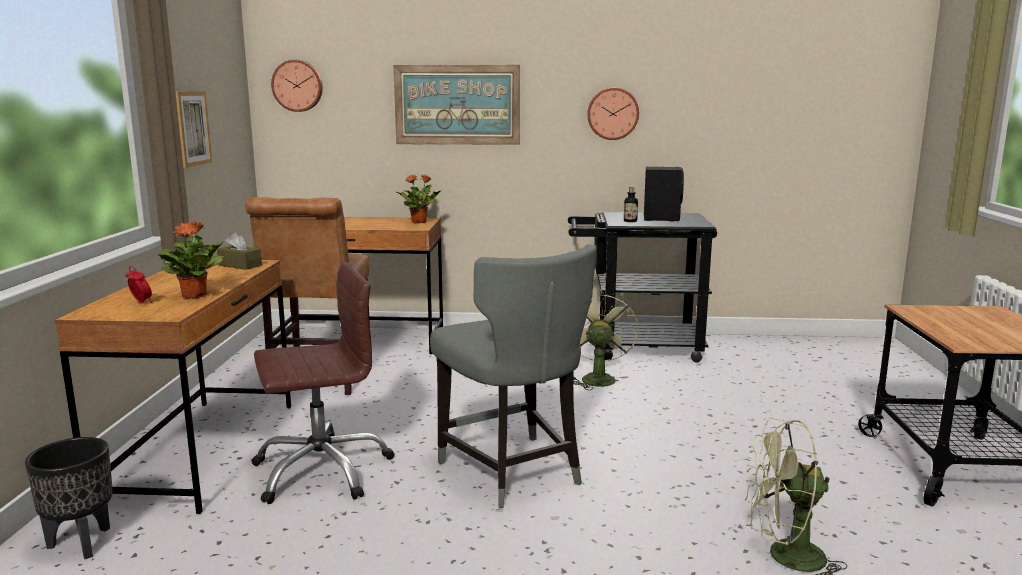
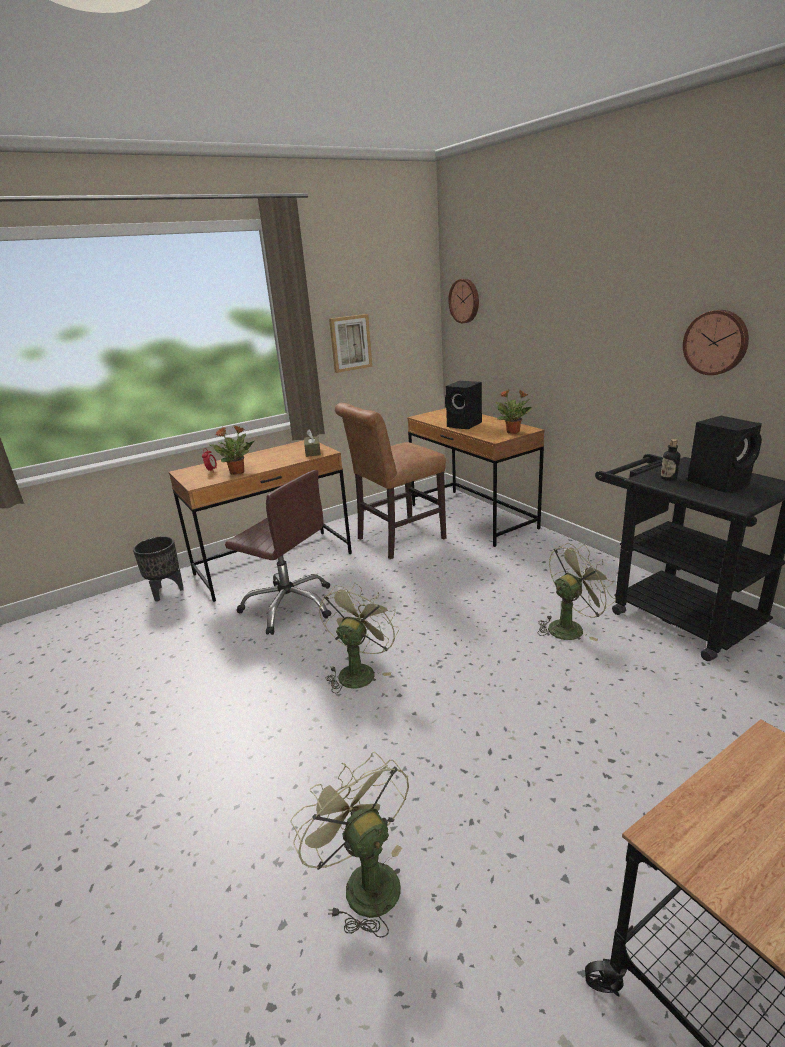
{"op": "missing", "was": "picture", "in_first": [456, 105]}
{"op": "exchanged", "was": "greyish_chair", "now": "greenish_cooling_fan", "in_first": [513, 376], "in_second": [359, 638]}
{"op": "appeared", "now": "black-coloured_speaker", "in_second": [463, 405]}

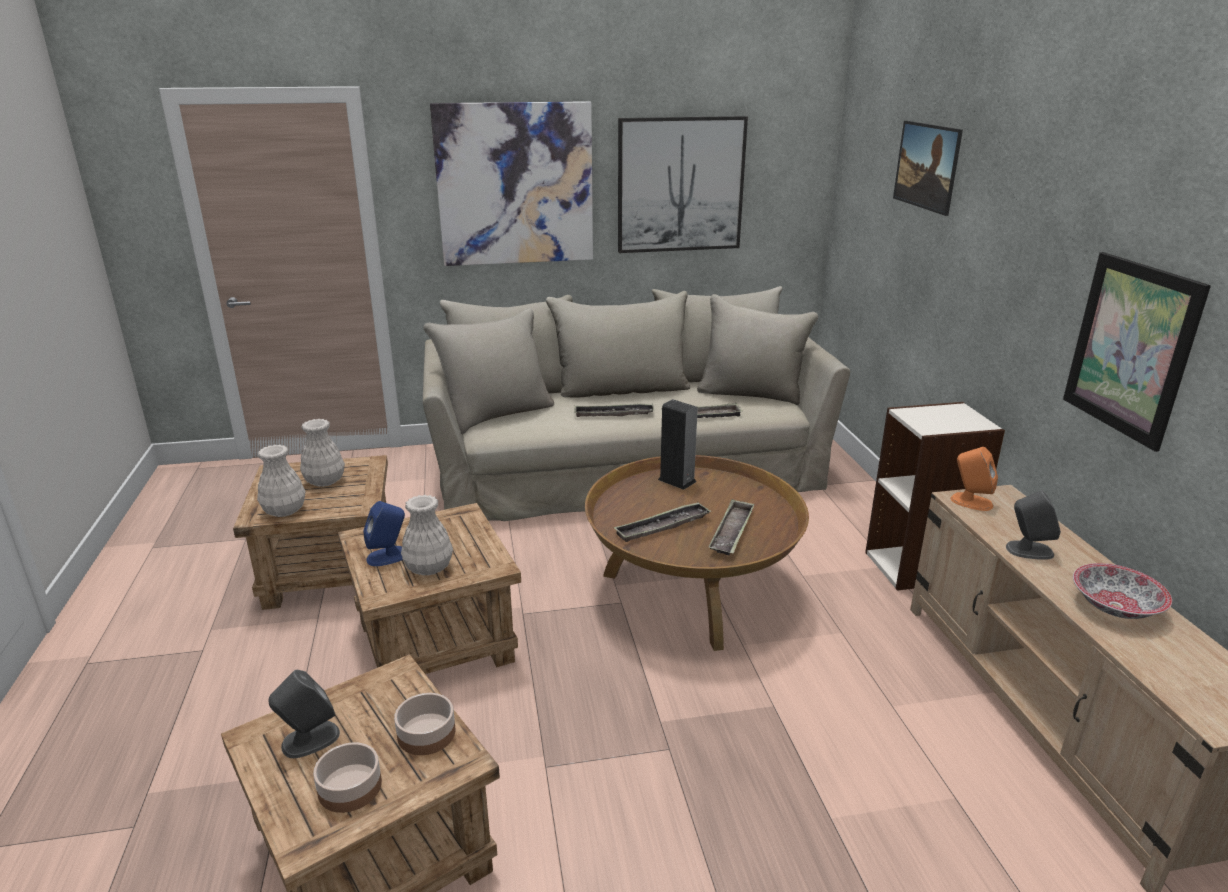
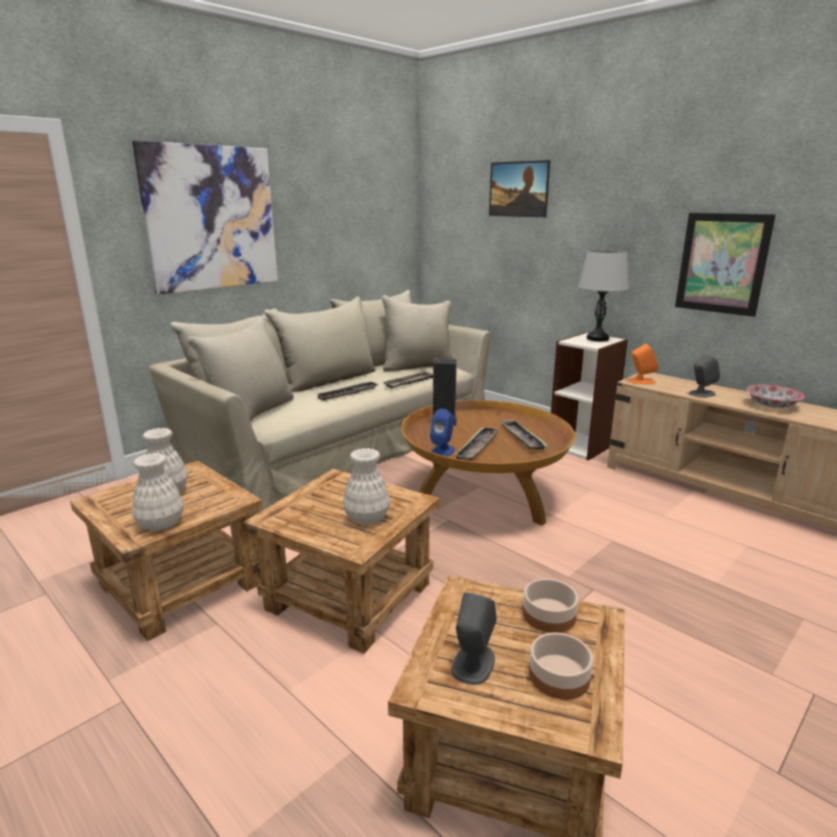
{"op": "relocated", "was": "blue-coloured_speaker", "in_first": [384, 533], "in_second": [442, 433]}
{"op": "missing", "was": "picture", "in_first": [683, 184]}
{"op": "appeared", "now": "greyish_table_lamp", "in_second": [603, 295]}

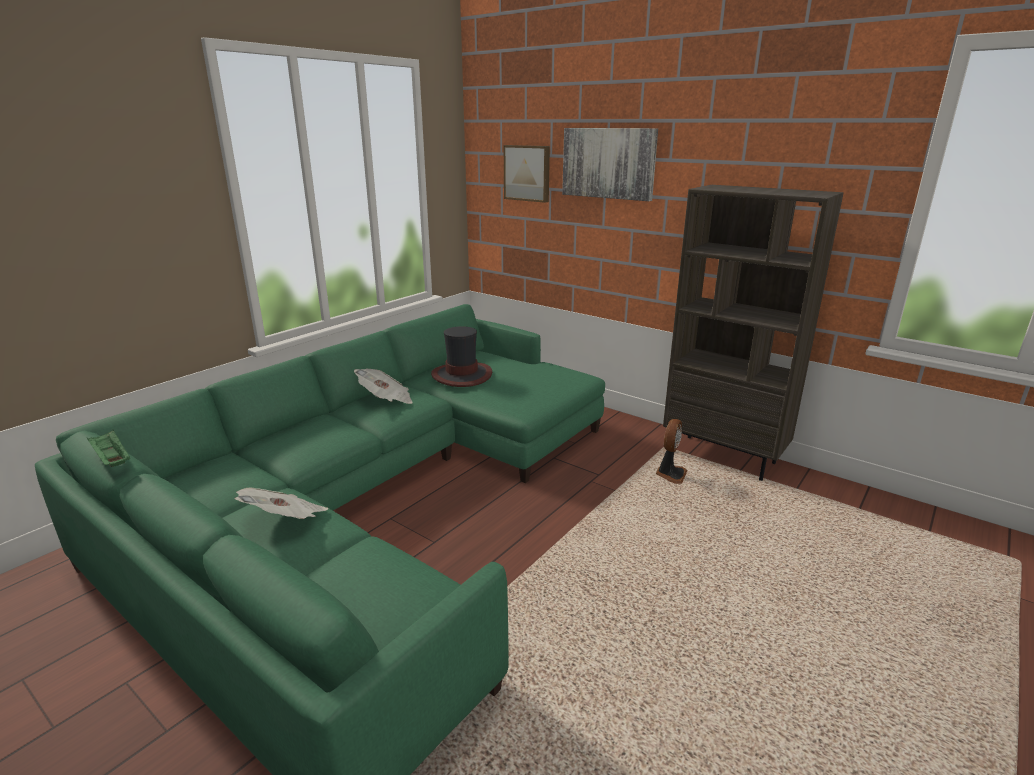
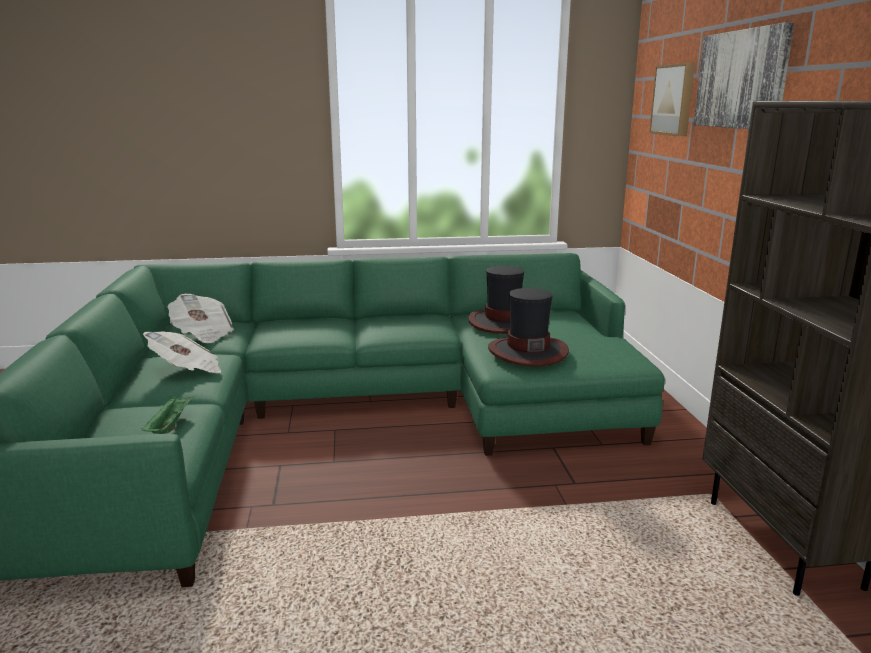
{"op": "relocated", "was": "greenish_serving_tray", "in_first": [108, 448], "in_second": [167, 415]}
{"op": "relocated", "was": "printed_paper", "in_first": [383, 386], "in_second": [200, 318]}
{"op": "missing", "was": "cooling_fan", "in_first": [671, 451]}
{"op": "appeared", "now": "wearable_hat", "in_second": [528, 327]}

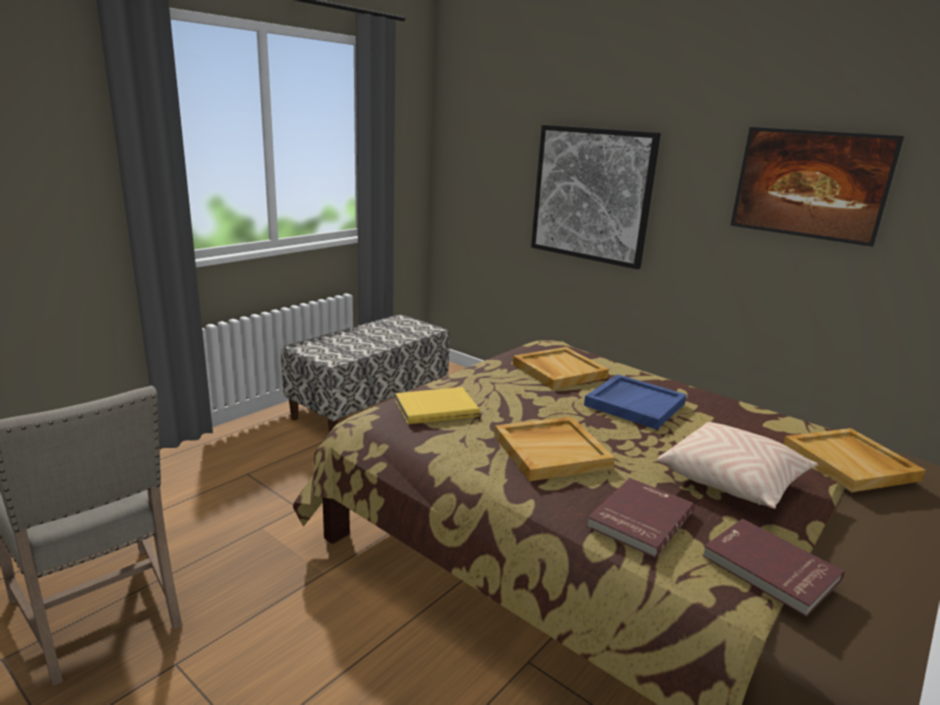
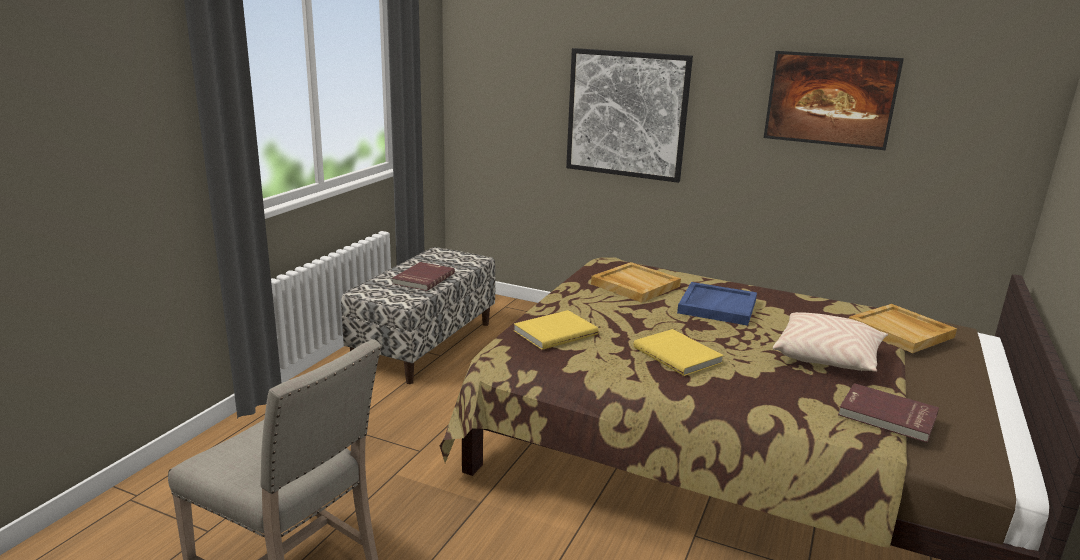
{"op": "exchanged", "was": "beige-coloured_serving_tray", "now": "yellow_book", "in_first": [554, 449], "in_second": [678, 352]}
{"op": "relocated", "was": "red_book", "in_first": [641, 518], "in_second": [423, 276]}

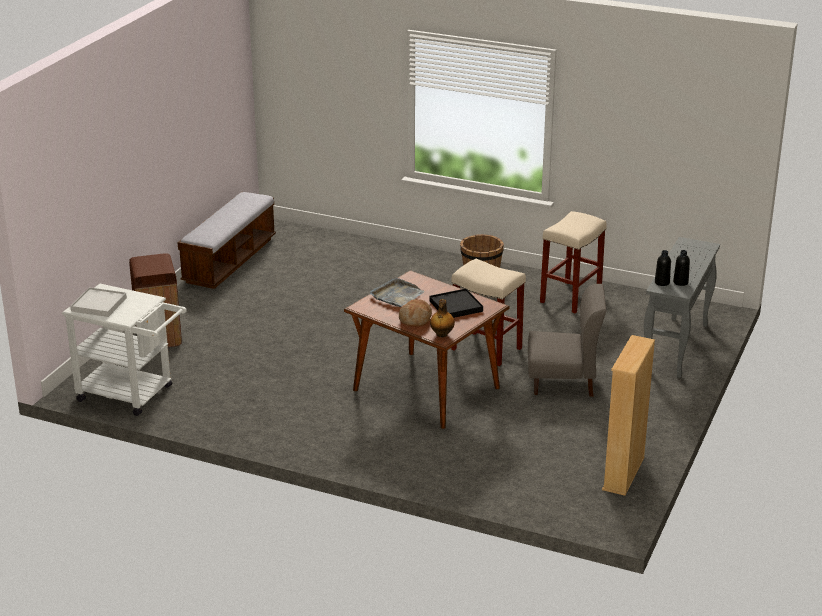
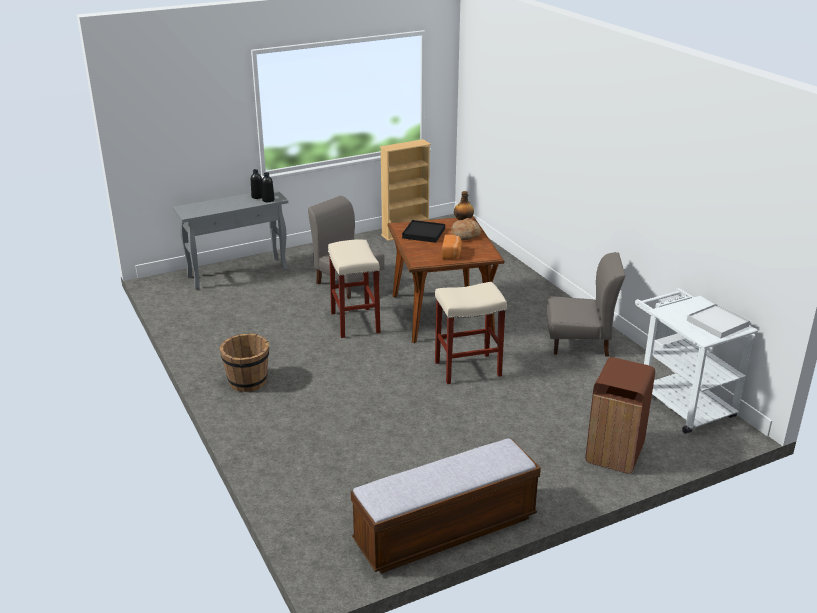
{"op": "exchanged", "was": "greyish_serving_tray", "now": "bread", "in_first": [397, 292], "in_second": [452, 247]}
{"op": "relocated", "was": "beige-coloured_sitting_stool", "in_first": [573, 262], "in_second": [471, 333]}
{"op": "appeared", "now": "greyish_chair", "in_second": [586, 304]}

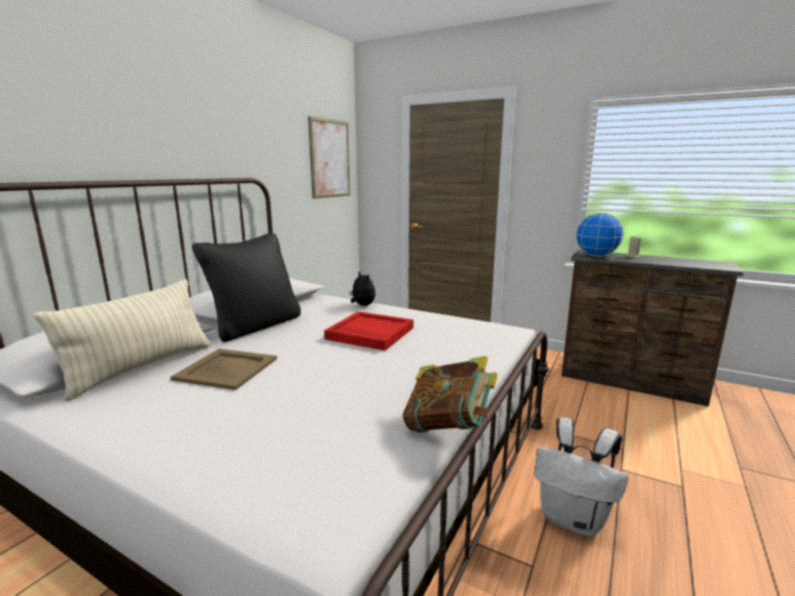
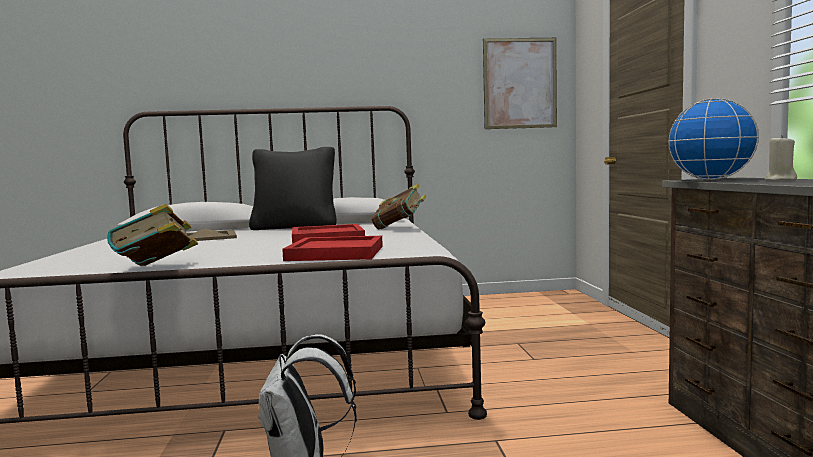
{"op": "missing", "was": "beige-coloured_throw_pillow", "in_first": [122, 340]}
{"op": "exchanged", "was": "plush_toy", "now": "book", "in_first": [362, 288], "in_second": [398, 207]}
{"op": "appeared", "now": "red_serving_tray", "in_second": [332, 248]}

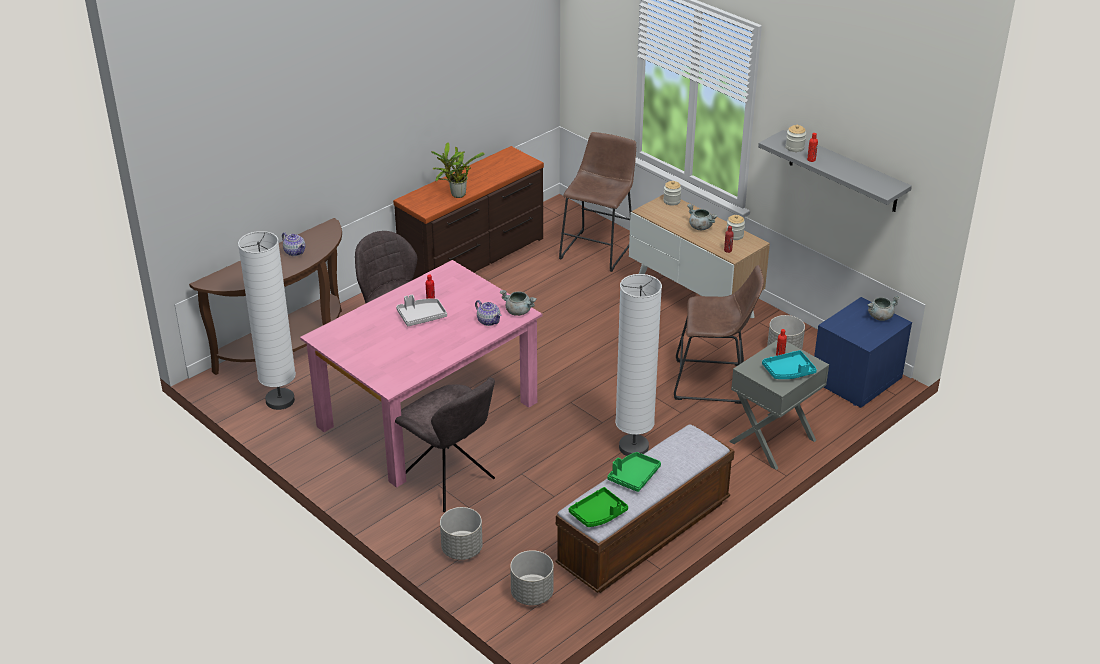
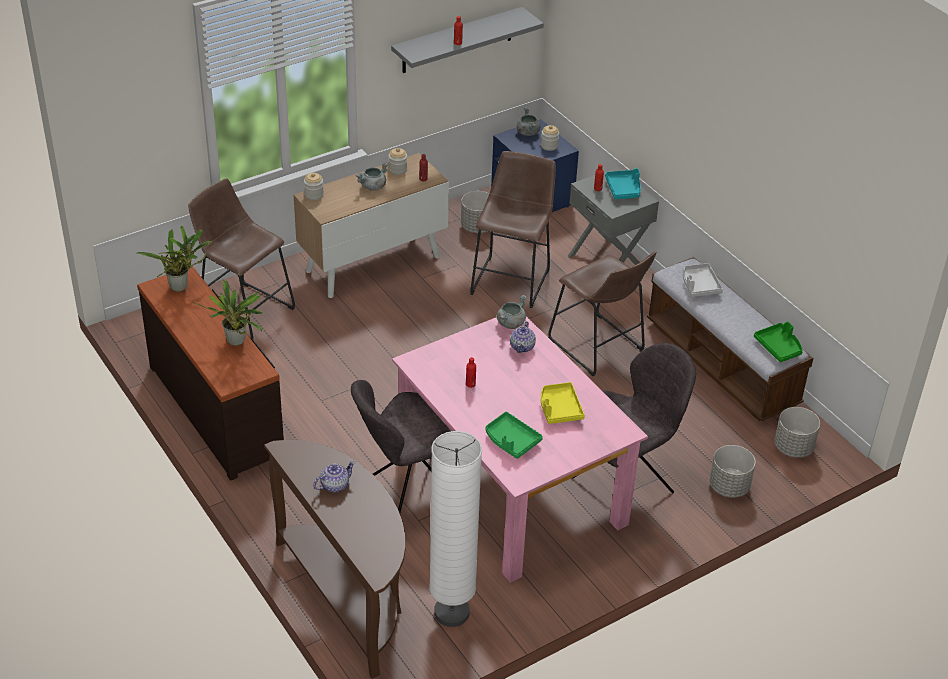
{"op": "relocated", "was": "greyish_serving_tray", "in_first": [421, 310], "in_second": [703, 280]}
{"op": "spun", "was": "tea_pot", "in_first": [488, 313], "in_second": [523, 337], "clockwise": 135}
{"op": "relocated", "was": "greenish_serving_tray", "in_first": [634, 472], "in_second": [514, 435]}
{"op": "exchanged", "was": "white-coloured_floor_lamp", "now": "brown-coloured_sitting_stool", "in_first": [638, 365], "in_second": [602, 313]}
{"op": "relocated", "was": "preserve_jar", "in_first": [796, 138], "in_second": [550, 138]}
{"op": "appeared", "now": "houseplant", "in_second": [174, 259]}
{"op": "appeared", "now": "yellow_serving_tray", "in_second": [563, 403]}

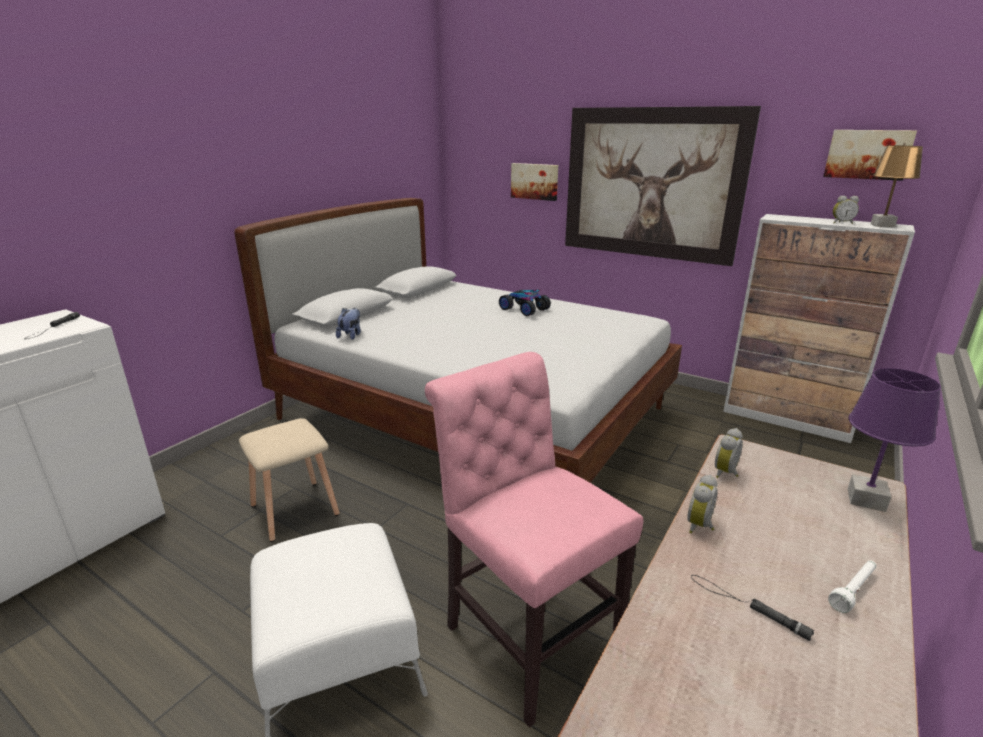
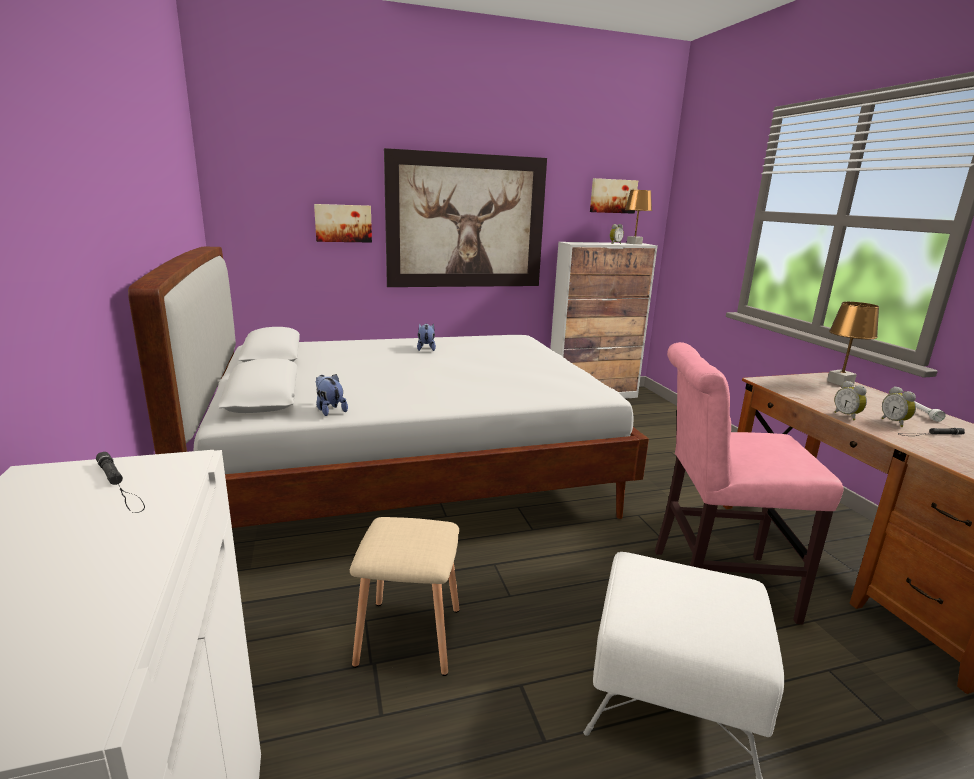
{"op": "exchanged", "was": "miniature_car", "now": "plush_toy", "in_first": [525, 303], "in_second": [426, 337]}
{"op": "relocated", "was": "table_clock", "in_first": [729, 453], "in_second": [899, 406]}
{"op": "colour", "was": "purple-coloured_table_lamp", "now": "brown-coloured_table_lamp", "in_first": [894, 440], "in_second": [853, 343]}

